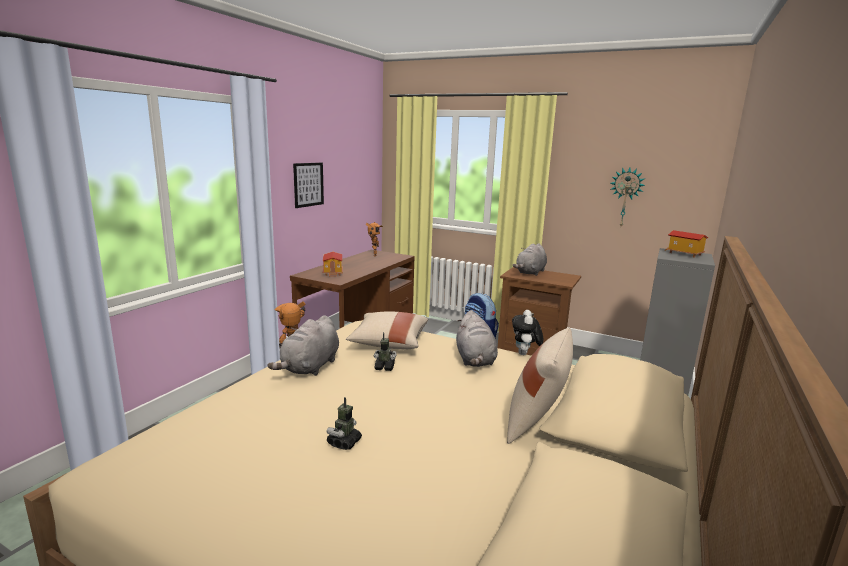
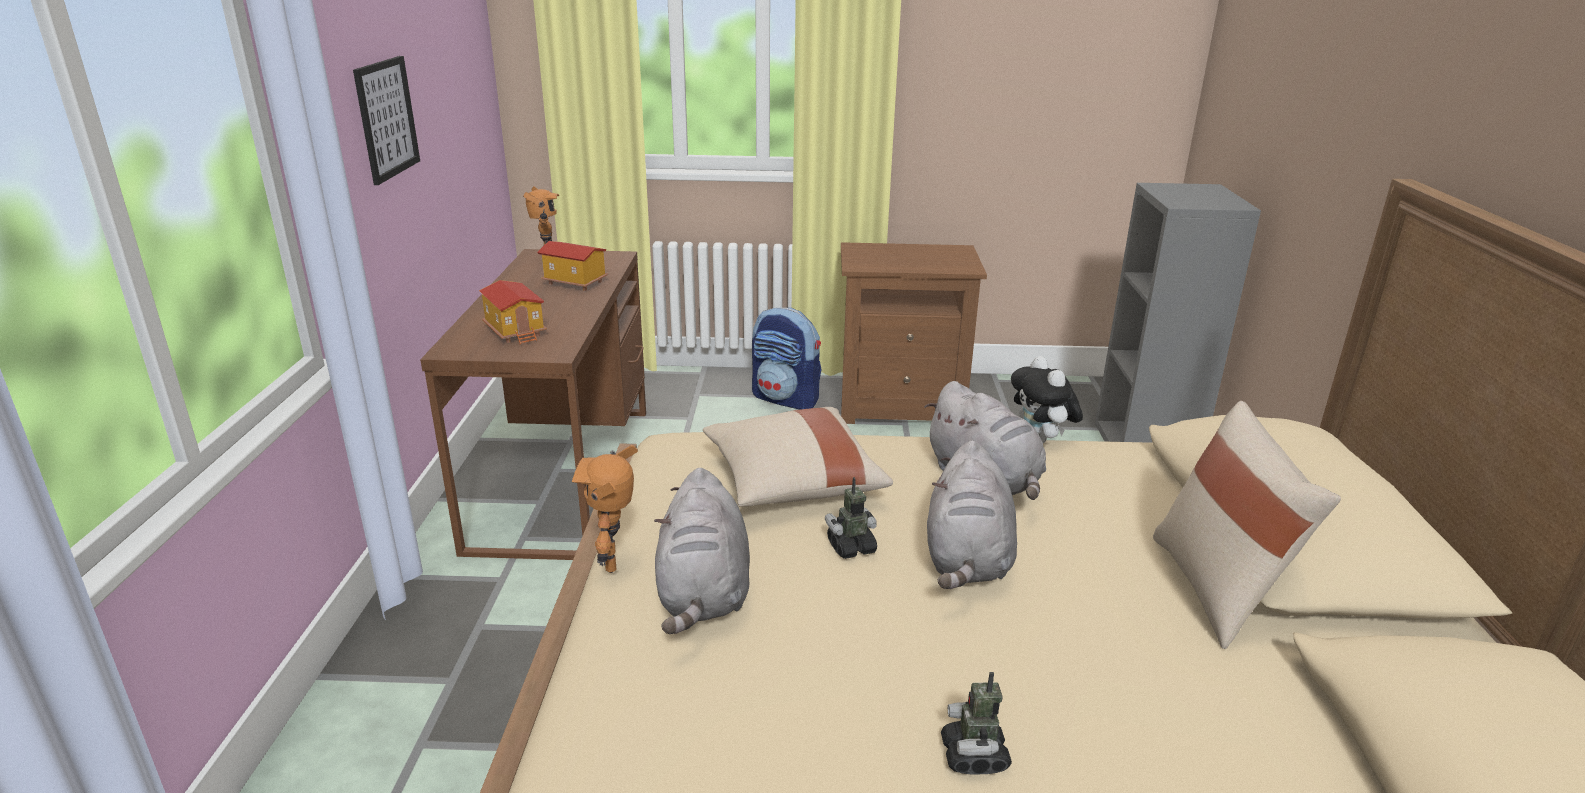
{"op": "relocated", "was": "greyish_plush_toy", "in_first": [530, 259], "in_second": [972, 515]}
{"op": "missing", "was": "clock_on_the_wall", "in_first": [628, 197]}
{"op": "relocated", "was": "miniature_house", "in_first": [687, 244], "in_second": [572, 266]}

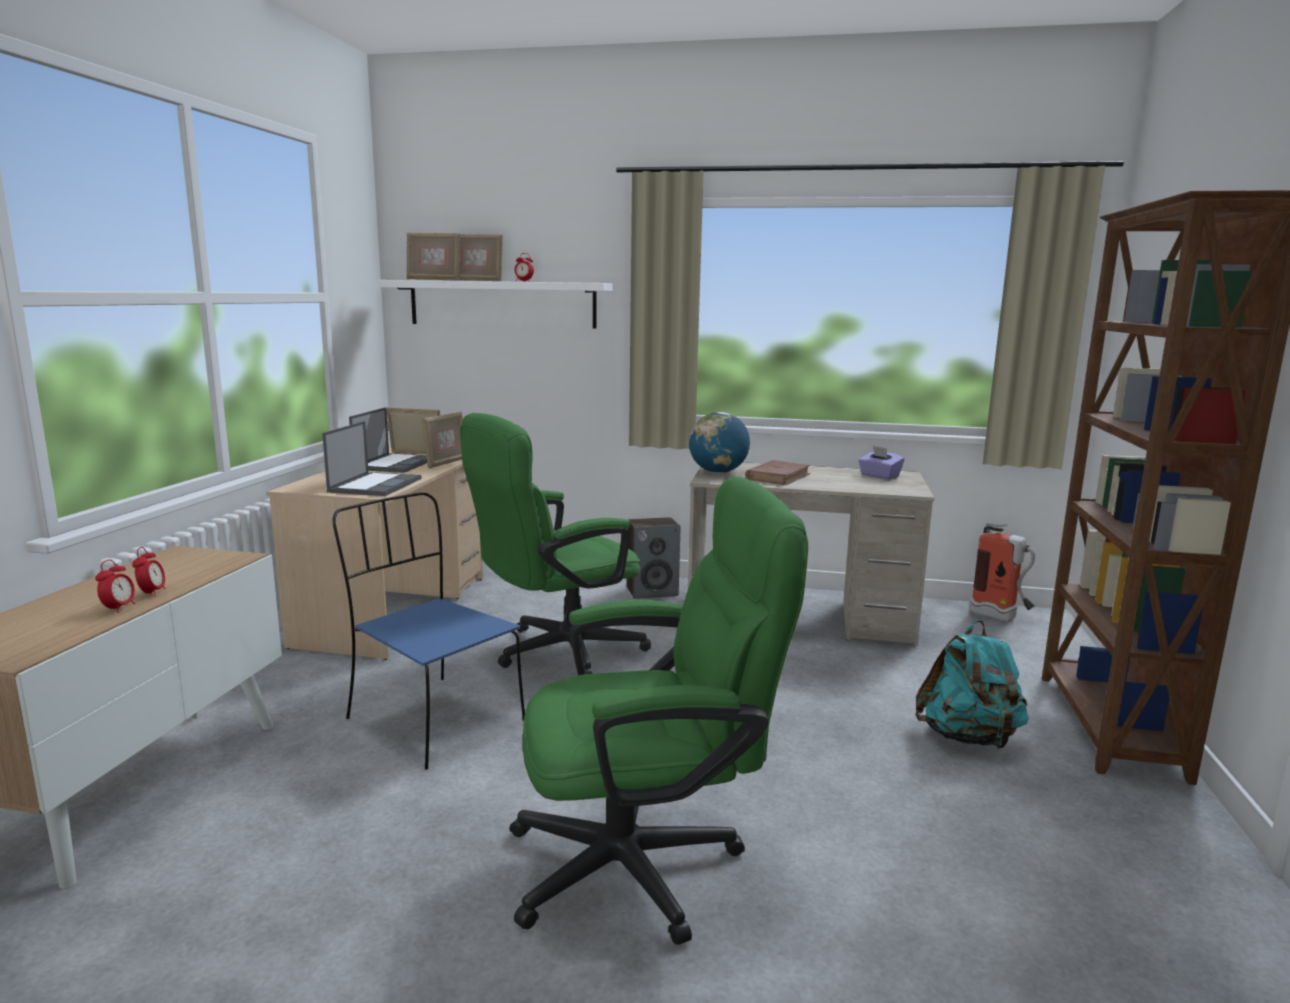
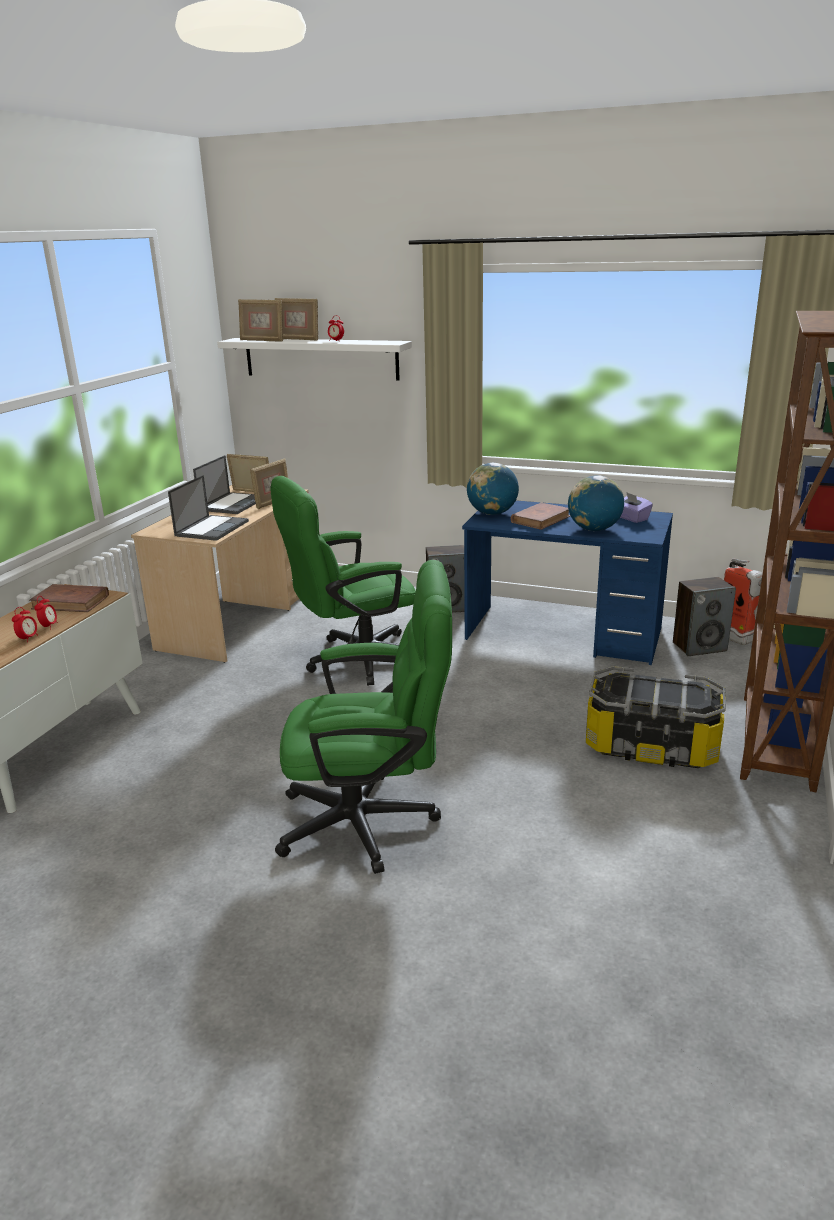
{"op": "missing", "was": "blue-coloured_chair", "in_first": [428, 631]}
{"op": "colour", "was": "beige-coloured_desk_unit", "now": "blue-coloured_desk_unit", "in_first": [811, 554], "in_second": [567, 582]}
{"op": "exchanged", "was": "blue-green_backpack", "now": "storage_container", "in_first": [972, 684], "in_second": [656, 717]}
{"op": "appeared", "now": "brown-coloured_book", "in_second": [69, 598]}
{"op": "appeared", "now": "globe", "in_second": [596, 503]}
{"op": "appeared", "now": "speaker", "in_second": [704, 616]}

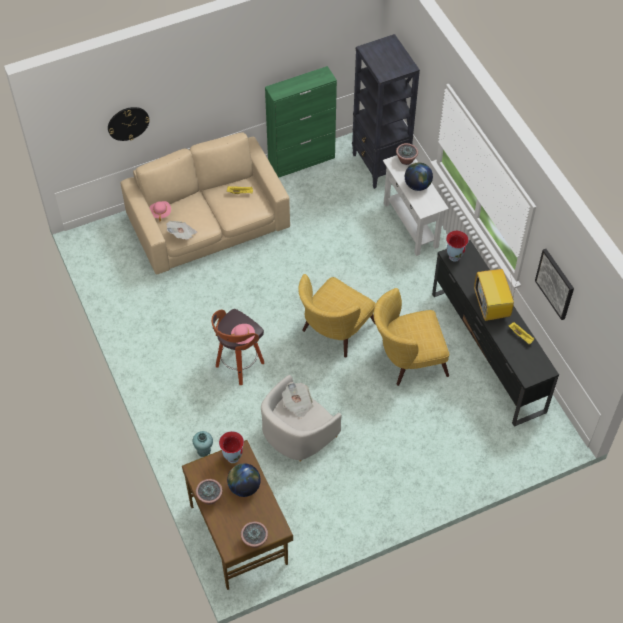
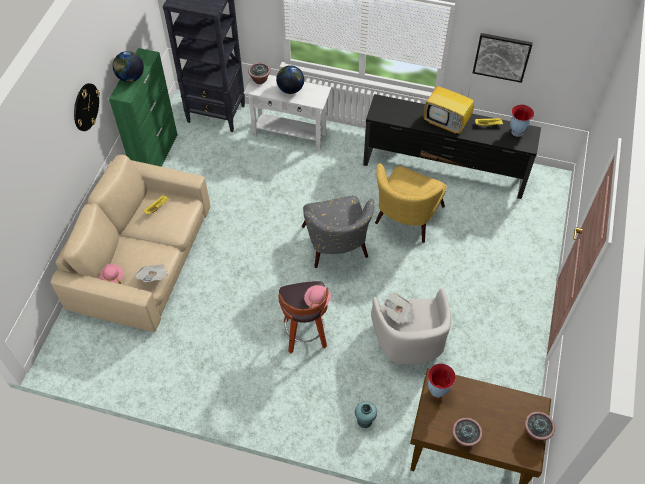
{"op": "relocated", "was": "clock_on_the_wall", "in_first": [129, 124], "in_second": [87, 107]}
{"op": "relocated", "was": "globe", "in_first": [244, 480], "in_second": [128, 66]}
{"op": "colour", "was": "yellow_armchair", "now": "greyish_armchair", "in_first": [337, 316], "in_second": [338, 232]}
{"op": "relocated", "was": "flower_vase", "in_first": [457, 246], "in_second": [522, 120]}

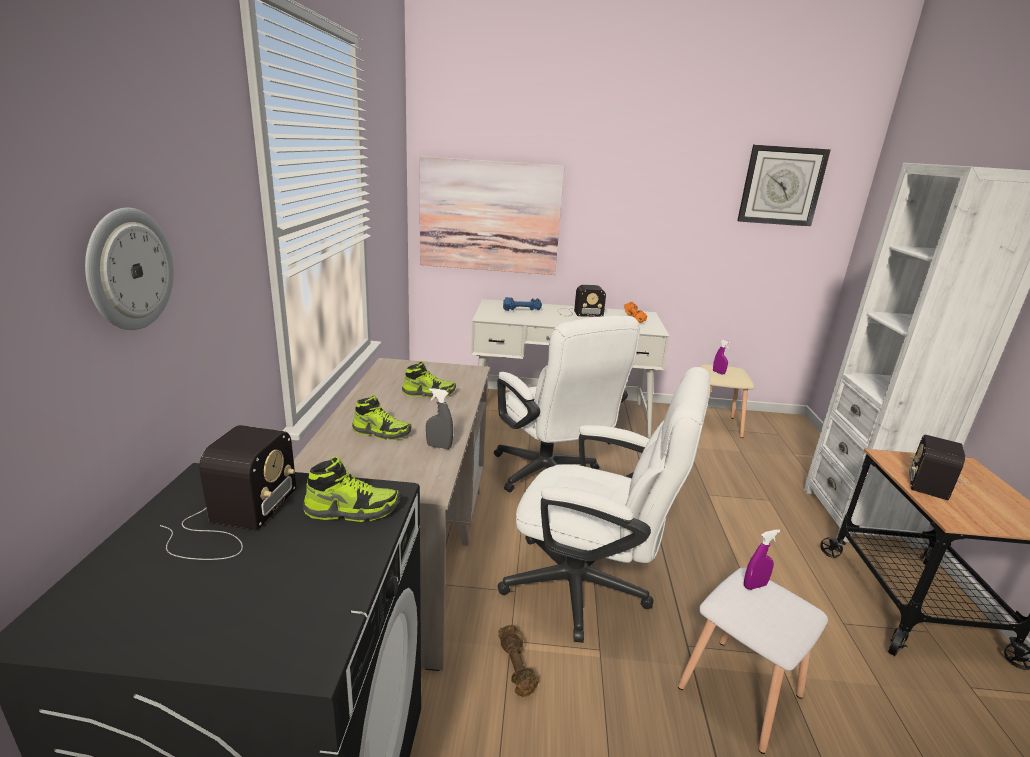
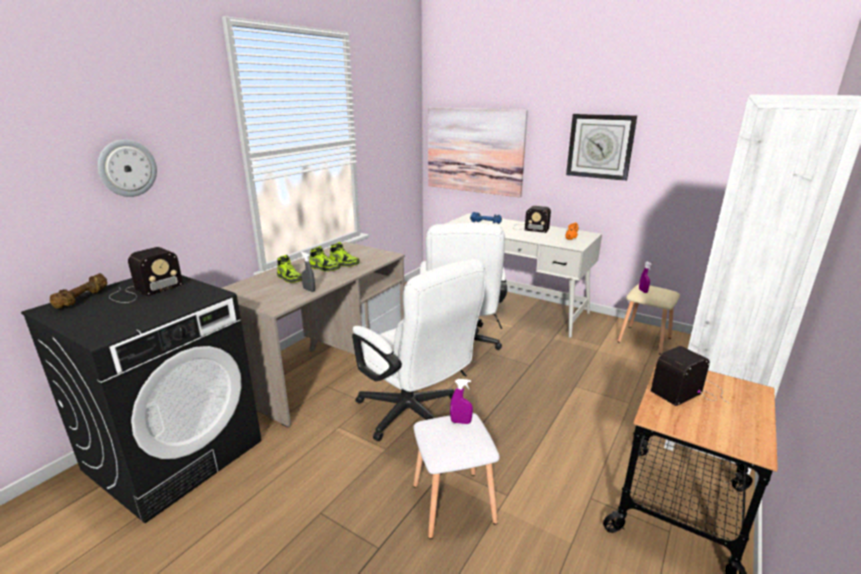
{"op": "relocated", "was": "item_of_footwear", "in_first": [351, 489], "in_second": [324, 258]}
{"op": "relocated", "was": "brown-coloured_free_weight", "in_first": [518, 661], "in_second": [78, 290]}
{"op": "relocated", "was": "clock_on_the_wall", "in_first": [784, 186], "in_second": [601, 147]}

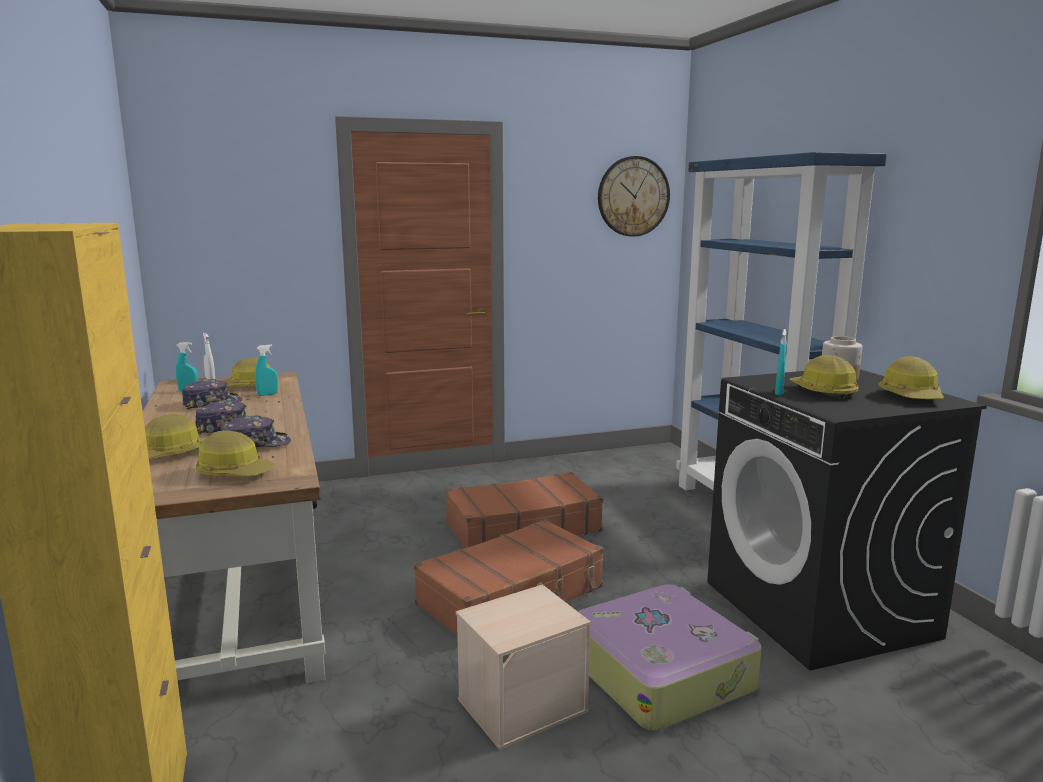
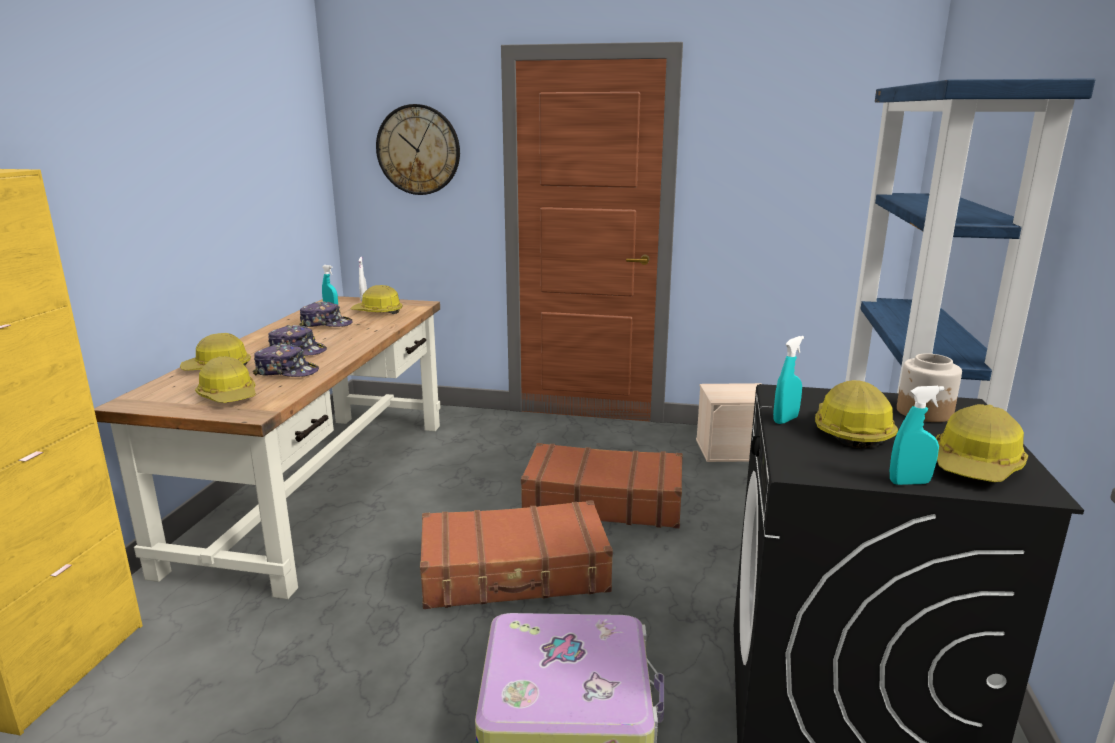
{"op": "relocated", "was": "blue-green_hand_sprayer", "in_first": [266, 370], "in_second": [917, 435]}
{"op": "relocated", "was": "beige-coloured_storage_container", "in_first": [523, 667], "in_second": [728, 422]}
{"op": "relocated", "was": "clock_on_the_wall", "in_first": [634, 196], "in_second": [418, 149]}

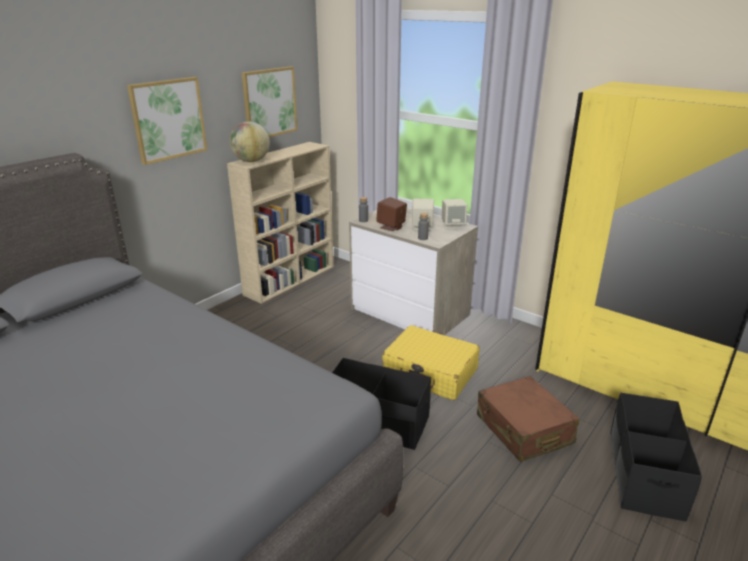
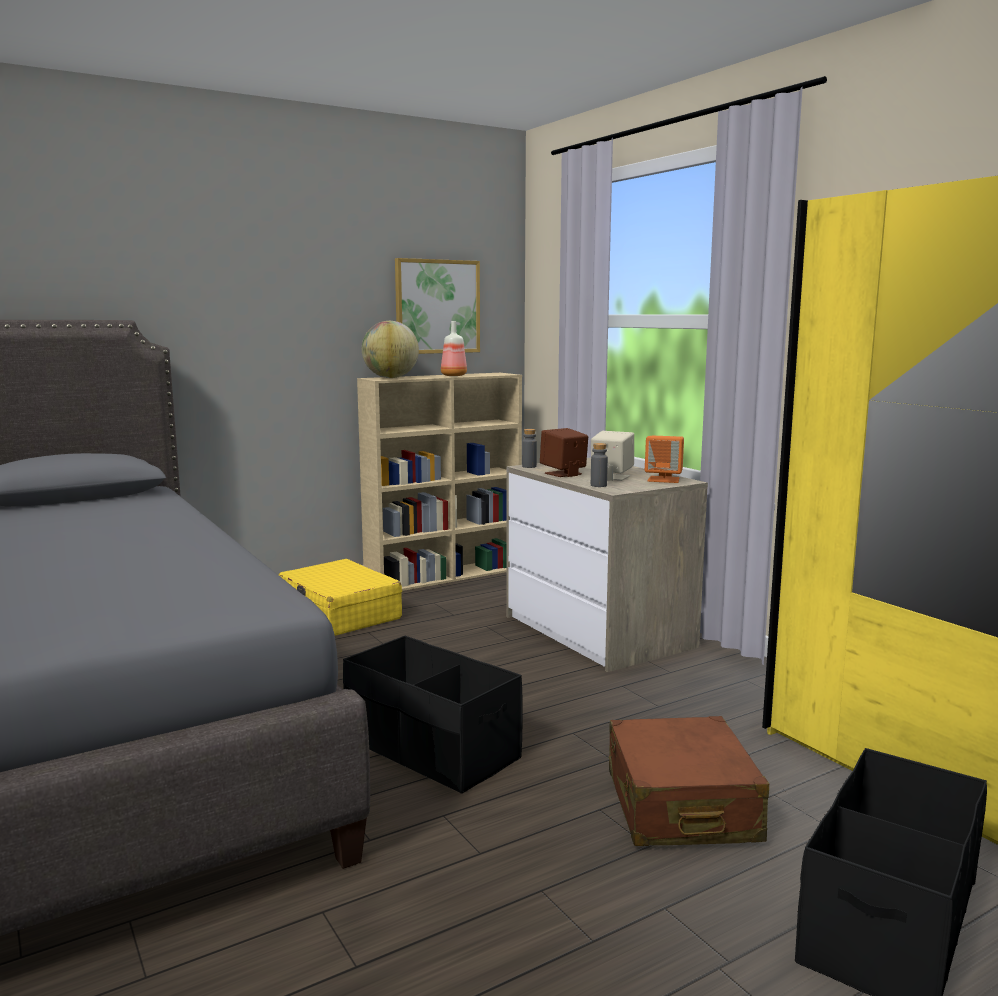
{"op": "missing", "was": "picture", "in_first": [167, 121]}
{"op": "relocated", "was": "yellow_suitcase", "in_first": [431, 362], "in_second": [340, 597]}
{"op": "colour", "was": "beige-coloured_speaker", "now": "orangey_speaker", "in_first": [454, 214], "in_second": [664, 459]}
{"op": "appeared", "now": "drink_bottle", "in_second": [454, 348]}

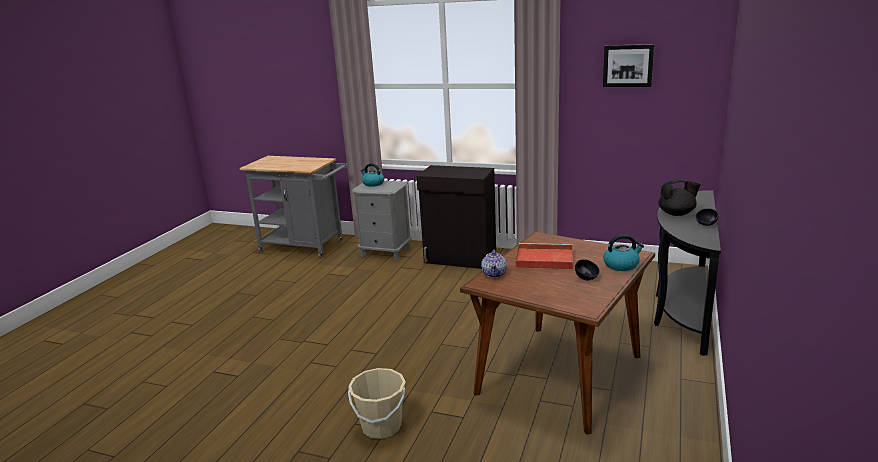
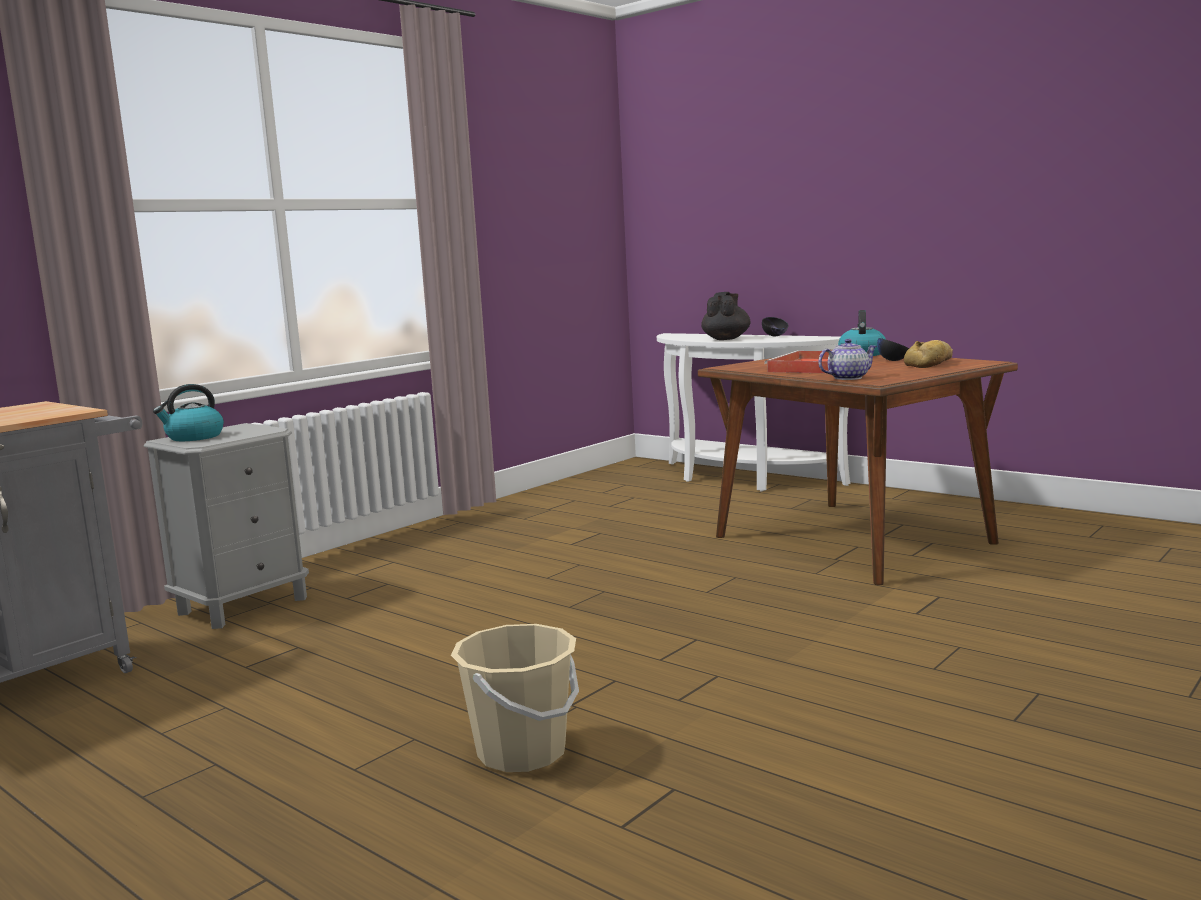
{"op": "relocated", "was": "beige-coloured_bucket", "in_first": [377, 403], "in_second": [515, 698]}
{"op": "missing", "was": "black-coloured_storage_cabinet", "in_first": [456, 217]}
{"op": "spun", "was": "tea_pot", "in_first": [494, 264], "in_second": [847, 359], "clockwise": -45}
{"op": "missing", "was": "picture", "in_first": [628, 65]}
{"op": "colour", "was": "black-coloured_console_table", "now": "white-coloured_console_table", "in_first": [687, 273], "in_second": [753, 412]}
{"op": "appeared", "now": "bread", "in_second": [928, 354]}

